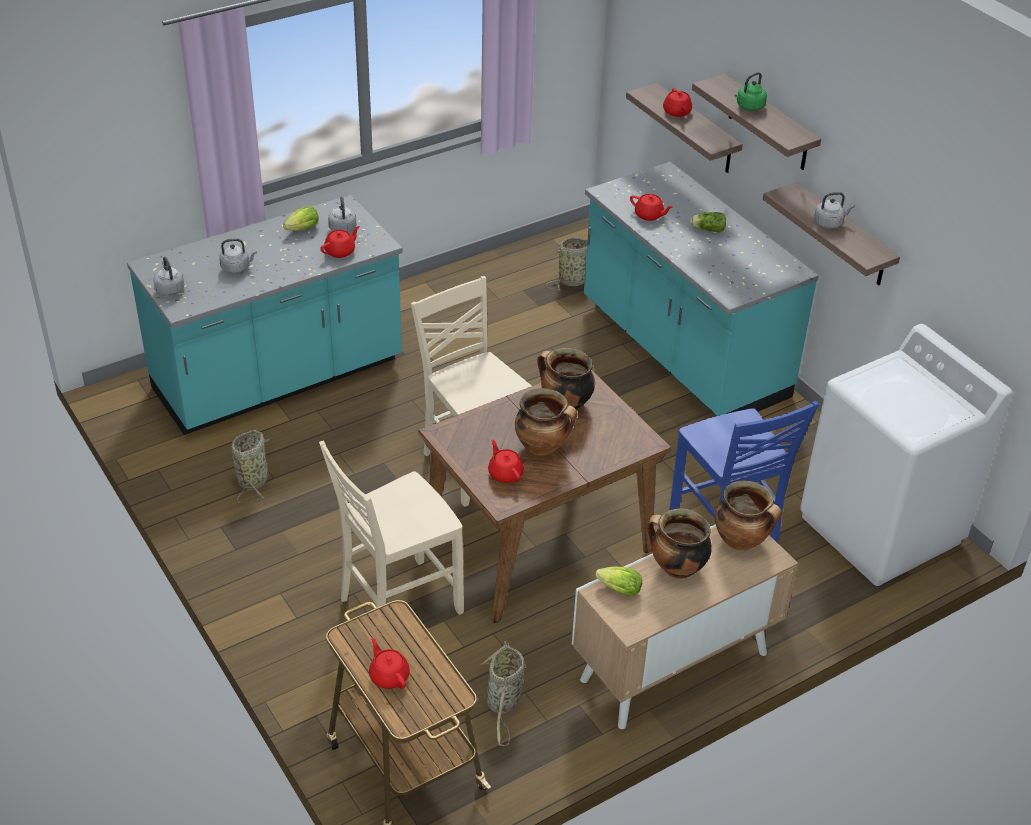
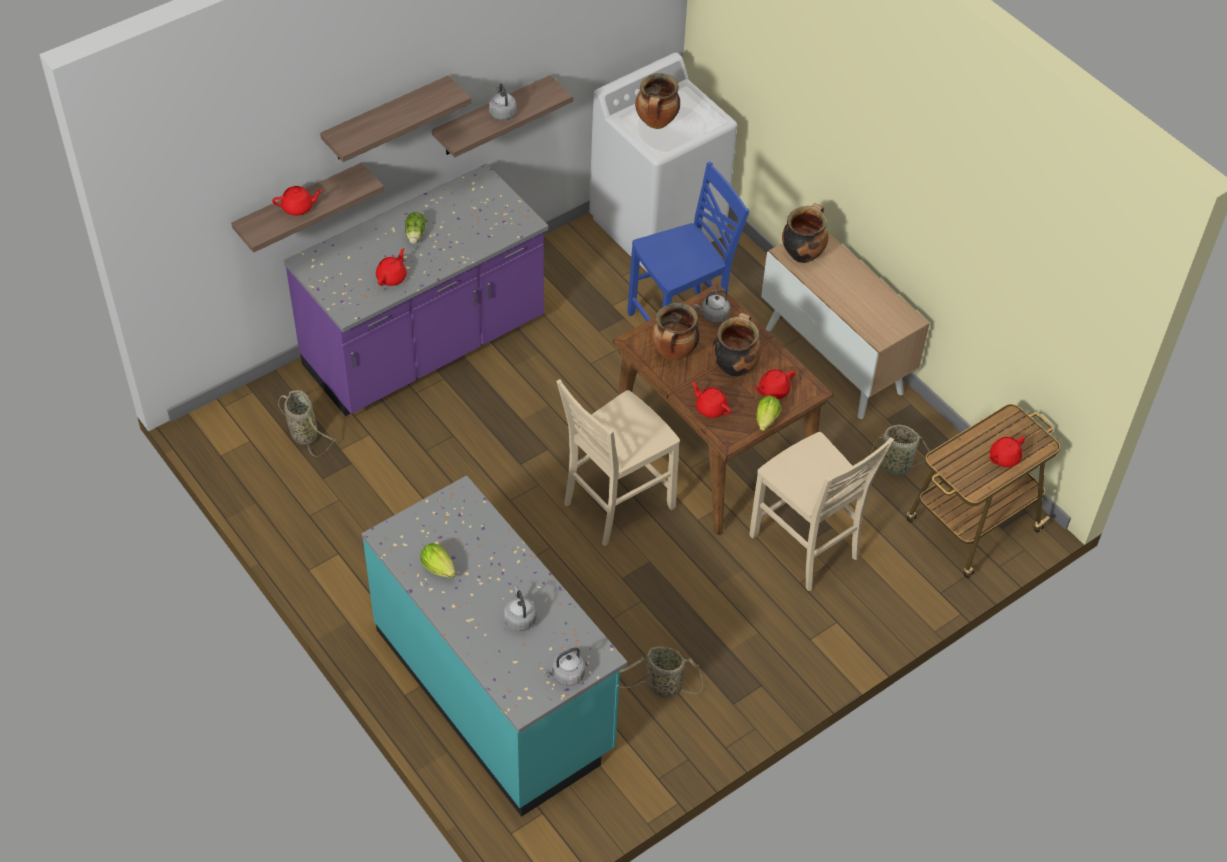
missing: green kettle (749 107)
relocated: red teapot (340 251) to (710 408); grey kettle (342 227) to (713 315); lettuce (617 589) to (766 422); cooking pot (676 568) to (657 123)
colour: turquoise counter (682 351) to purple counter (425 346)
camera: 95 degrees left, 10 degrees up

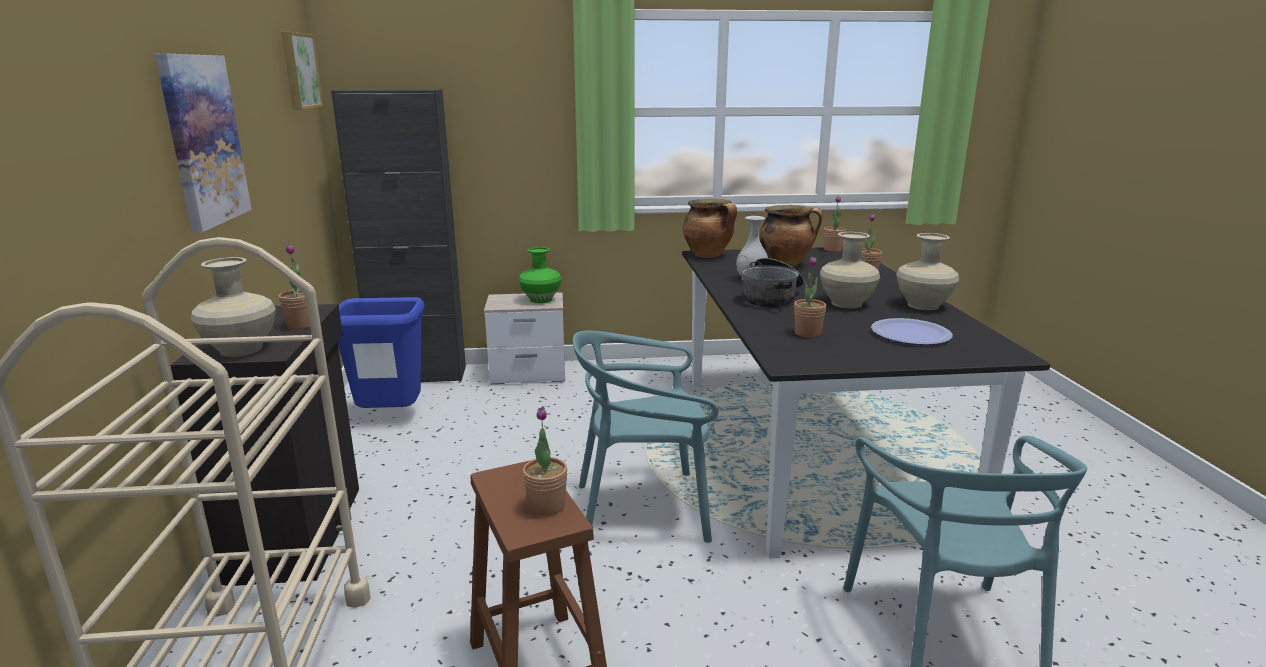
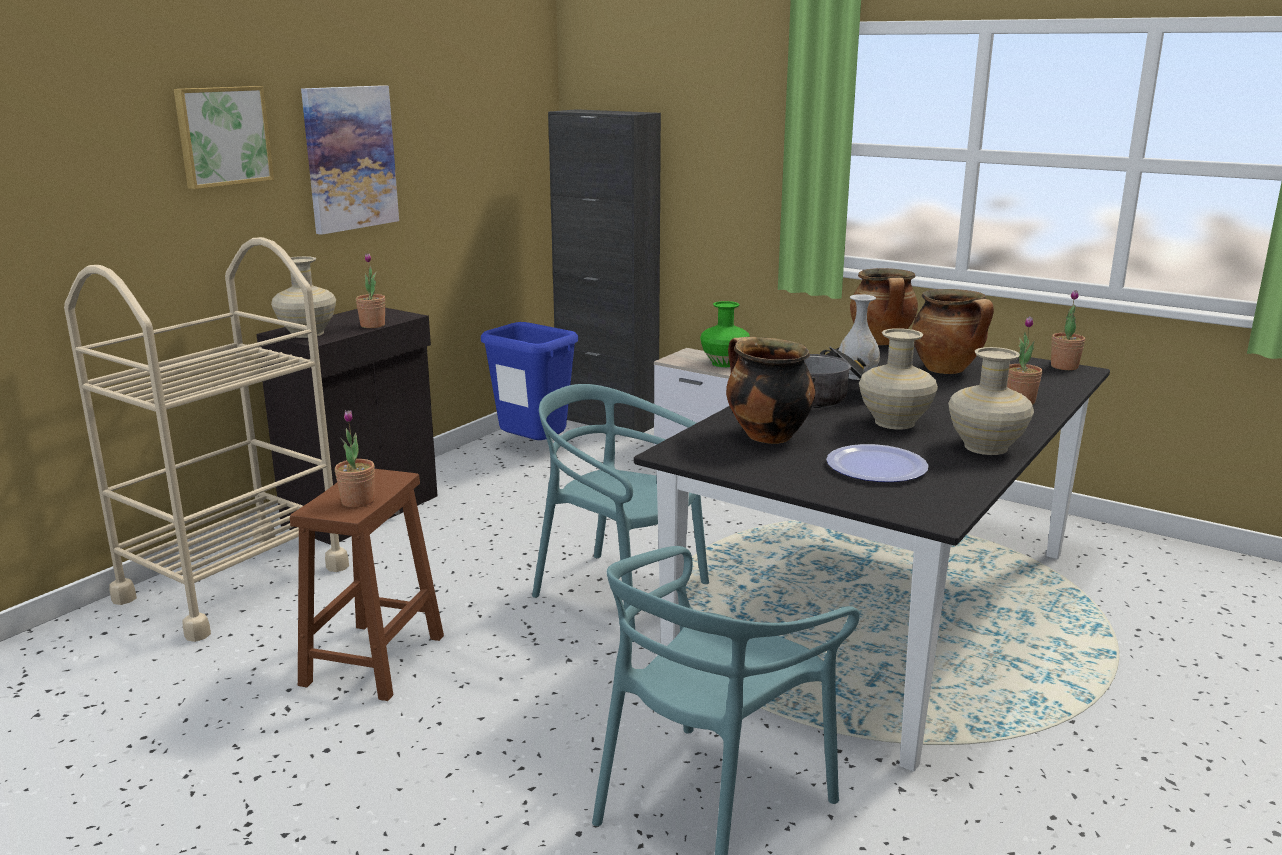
relocated: picture (298 71) to (222 136)
exchanged: potted plant (807 333) to cooking pot (766 436)
camera: 40 degrees right, 0 degrees up

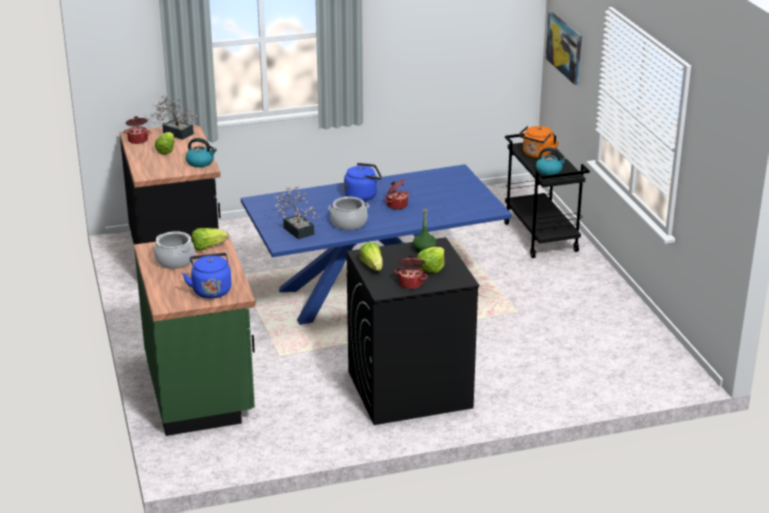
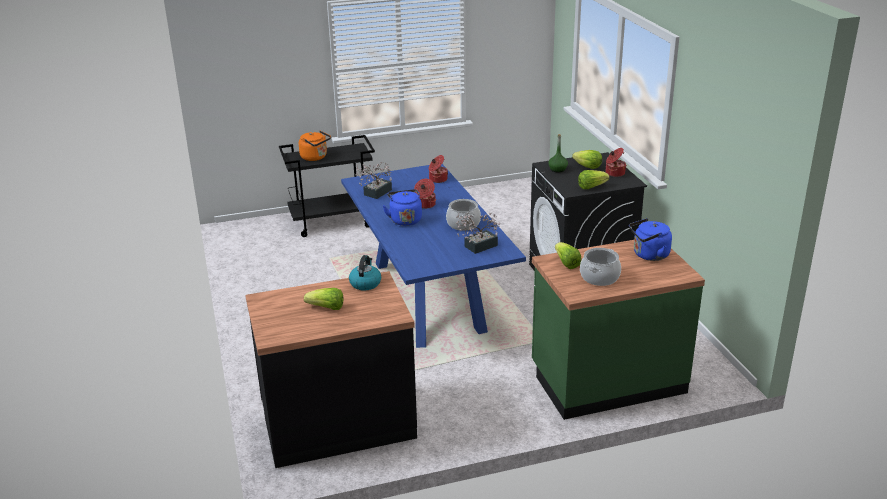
missing: kettle (549 171); picture (565 47)
relocated: cooking pot (138 140) to (437 179); potted plant (175 132) to (375 193)
camera: 90 degrees left, 0 degrees up

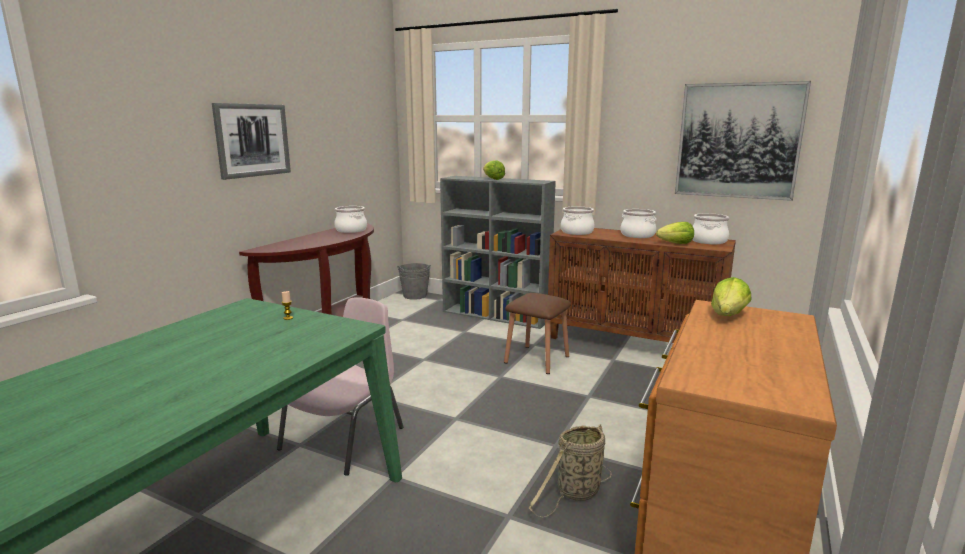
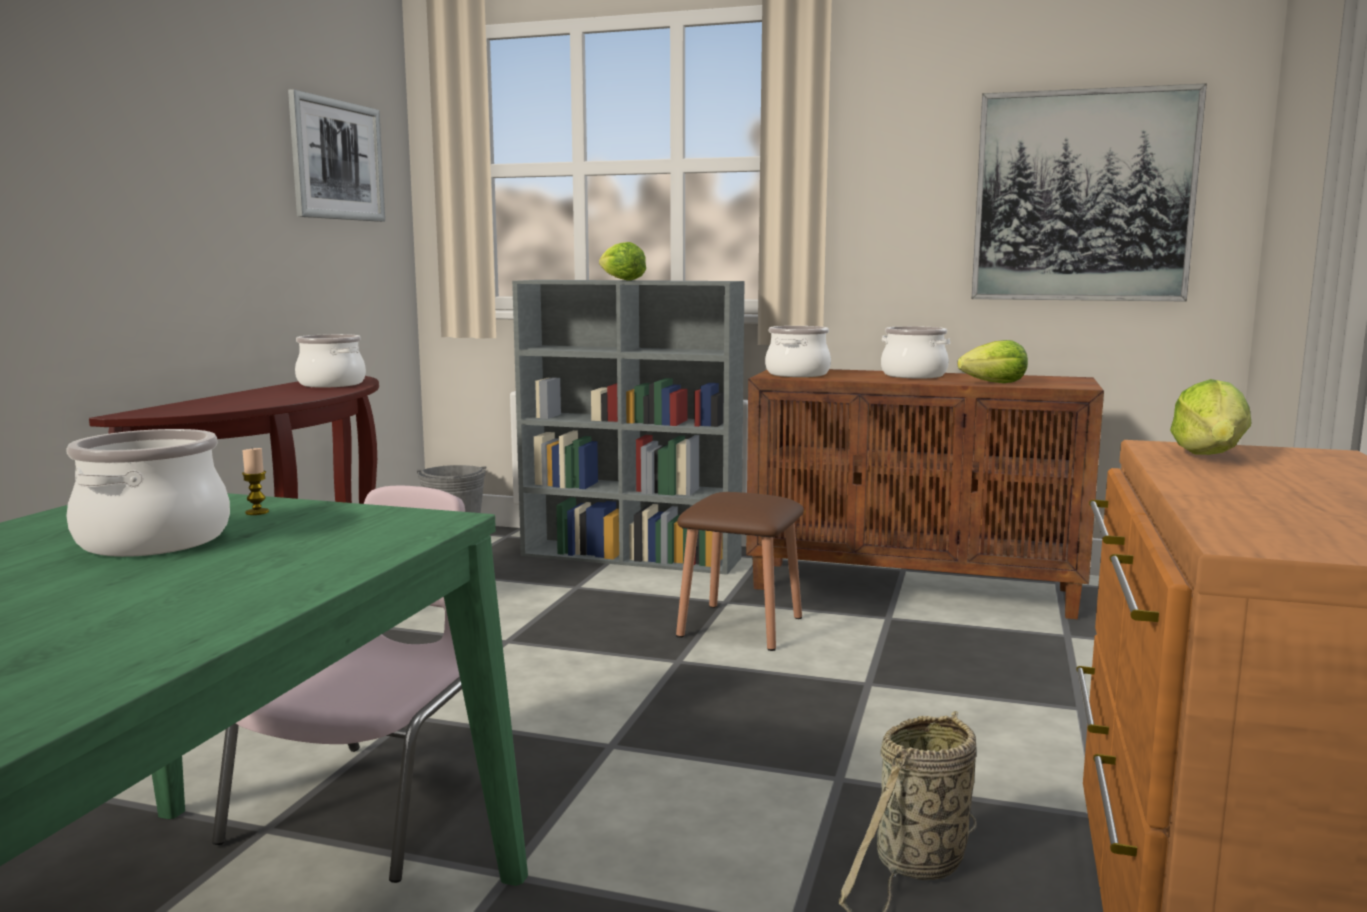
relocated: picture (252 140) to (337 160); cooking pot (709 241) to (155 540)
camera: 10 degrees left, 5 degrees down

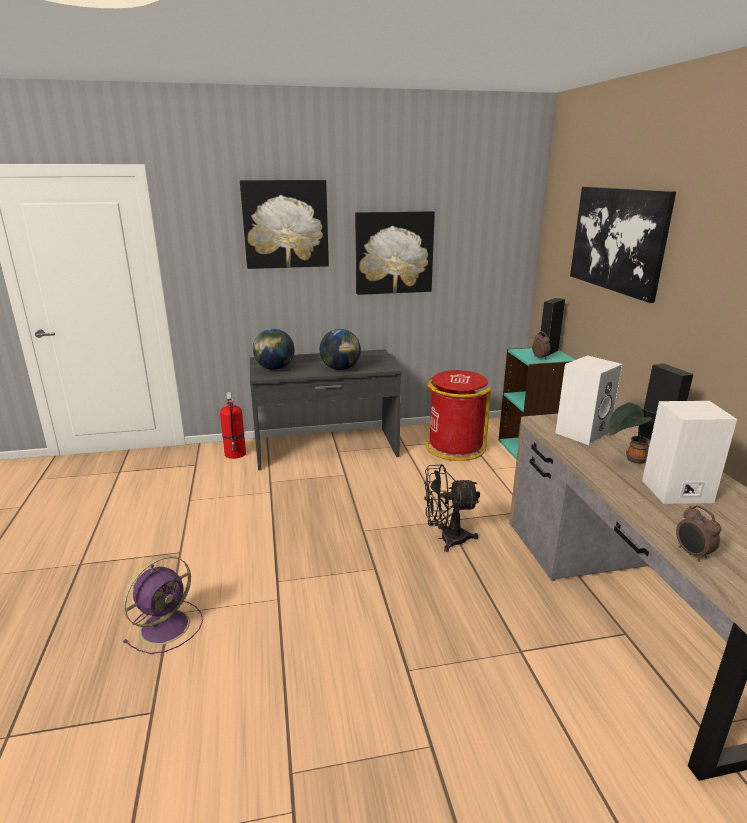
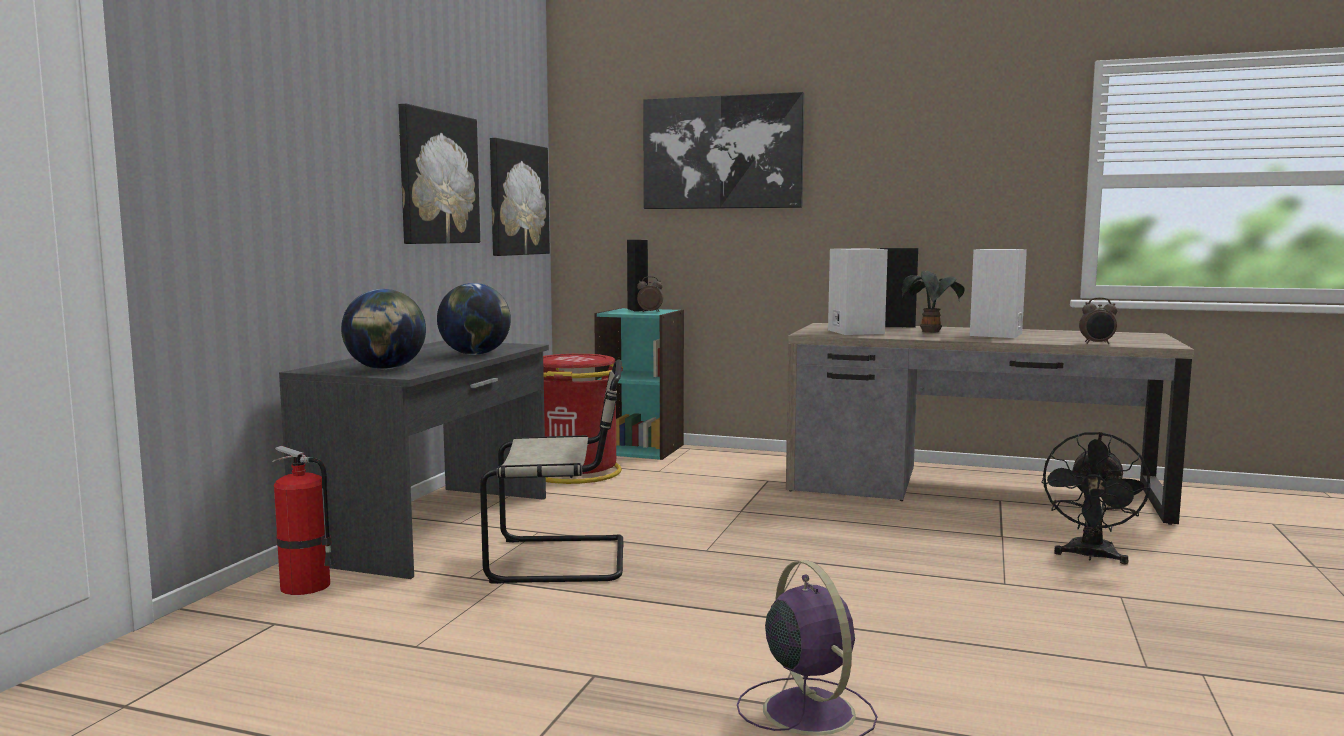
appeared: beige chair (564 560)
relocated: picture (285 224) to (517 199); black fan (446 538) to (1090 556)
camera: 60 degrees left, 15 degrees down

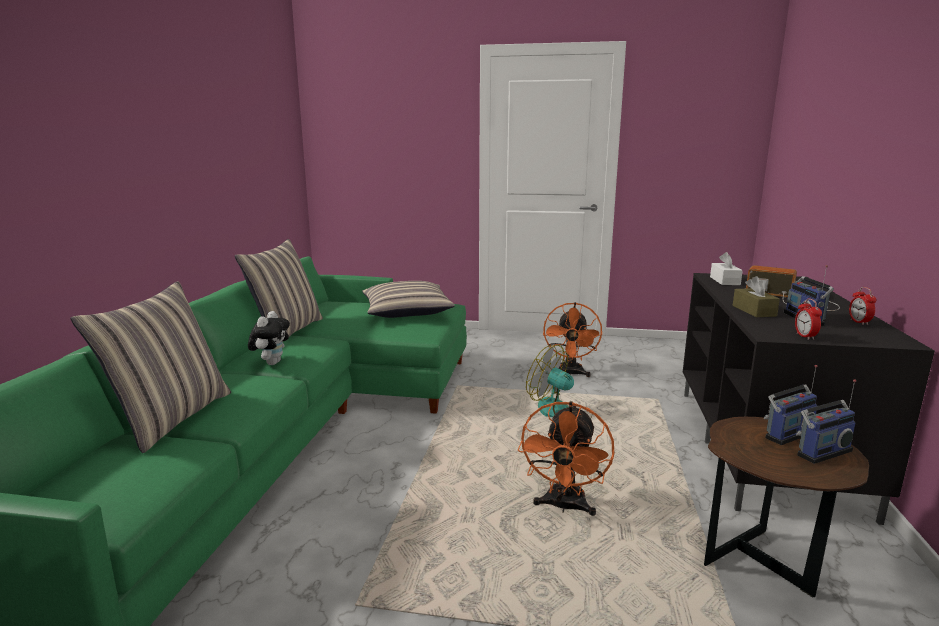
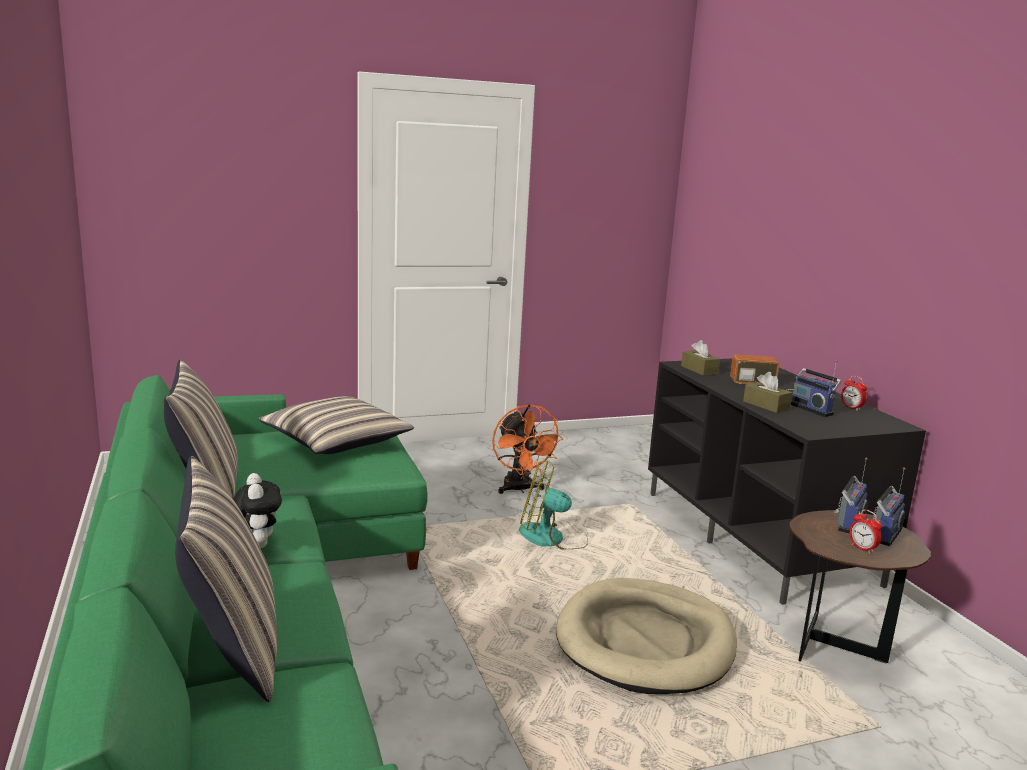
relocated: alarm clock (805 336) to (862 548)
exchanged: orange fan (564 507) to beige dog bed (645 641)
colour: white tissue box (724 281) to brown tissue box (699 370)
camera: 30 degrees left, 0 degrees up

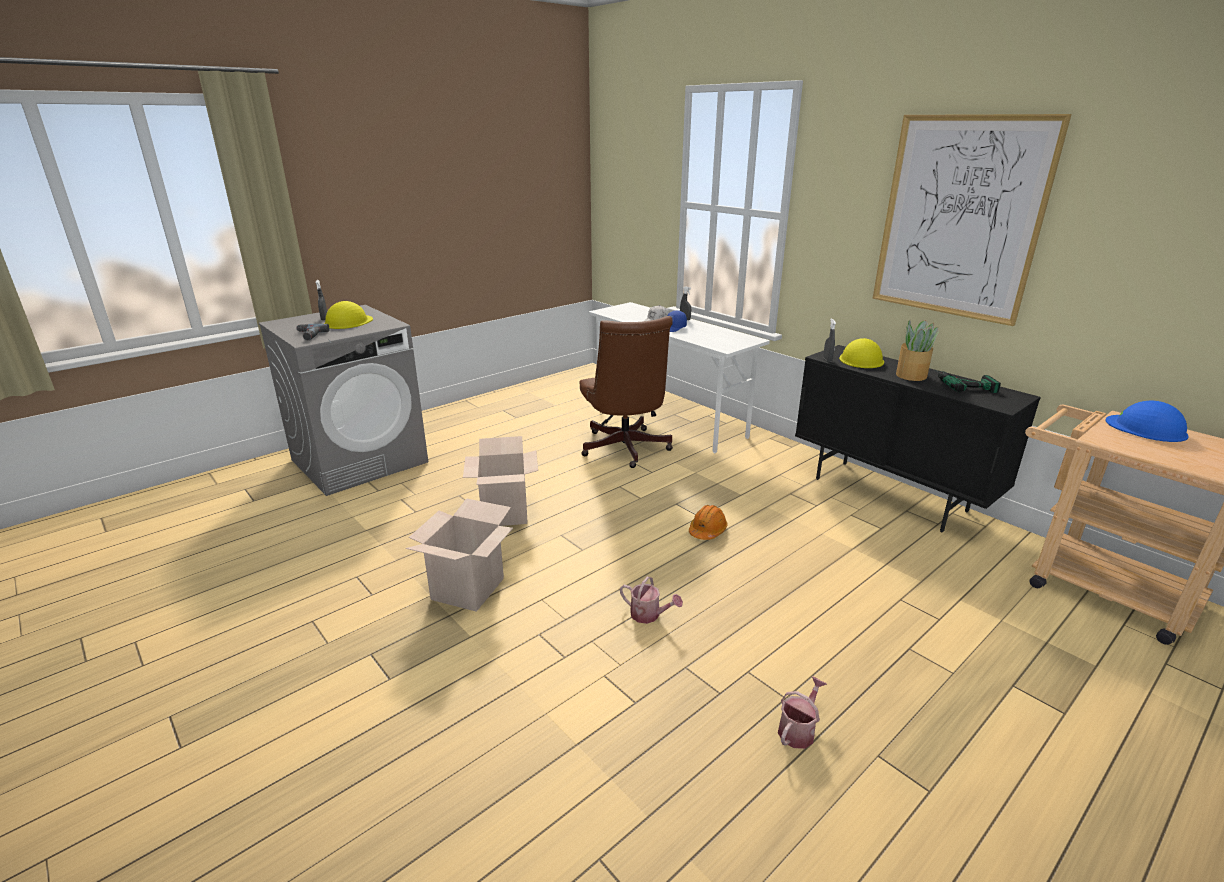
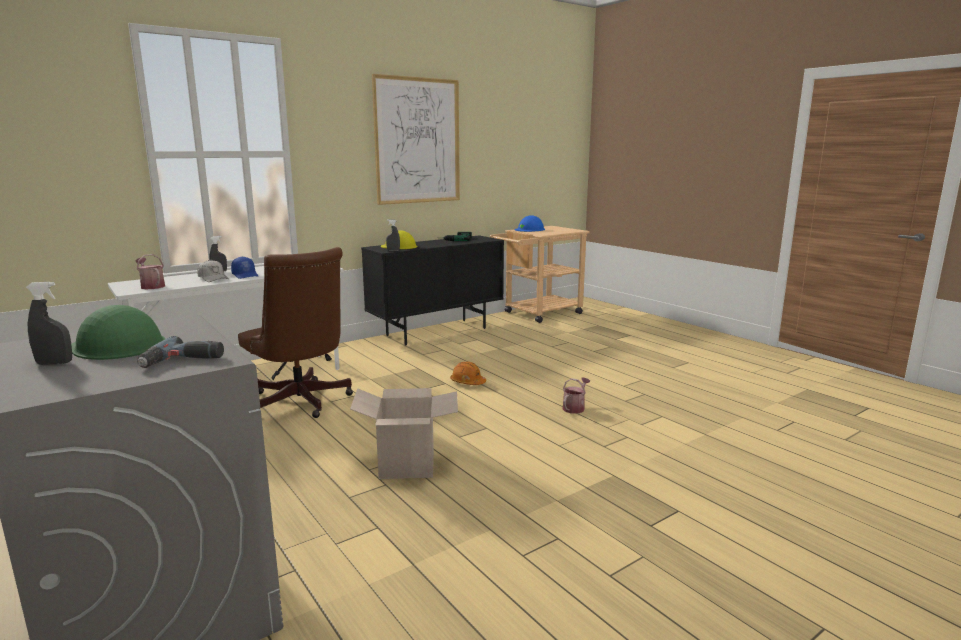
missing: cardboard box (468 589); potted plant (911 375)
relocated: watering can (798 729) to (151 286)
colour: yellow hard hat (348 322) to green hard hat (118 345)
spun: brown office chair (625 450) = (301 403) 60 degrees clockwise
camera: 85 degrees left, 10 degrees down

